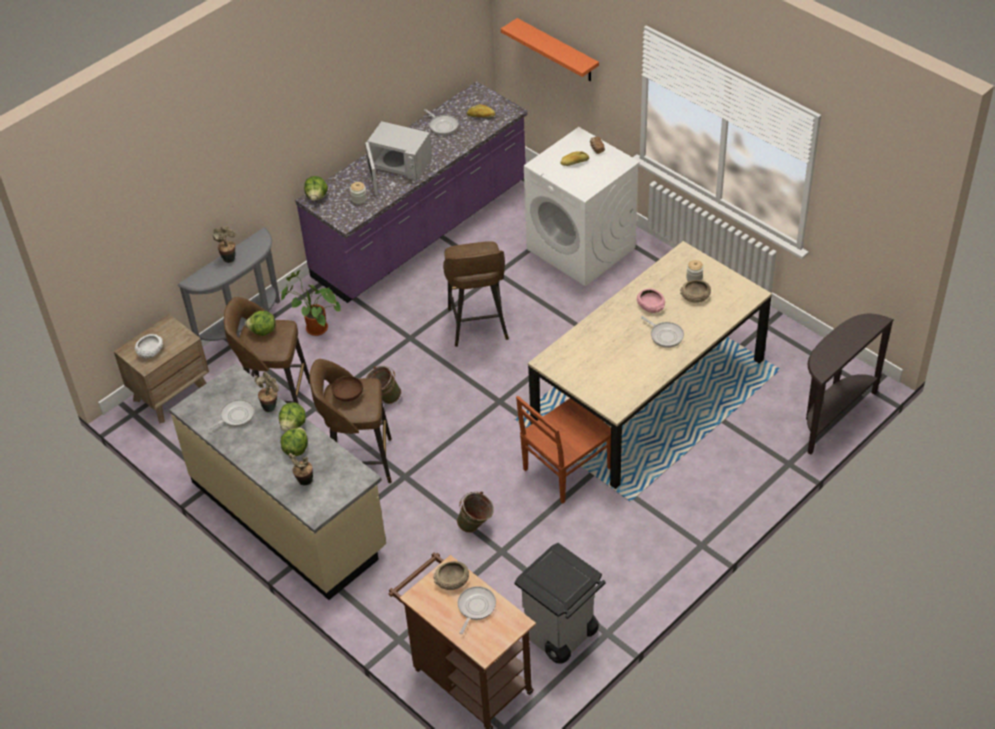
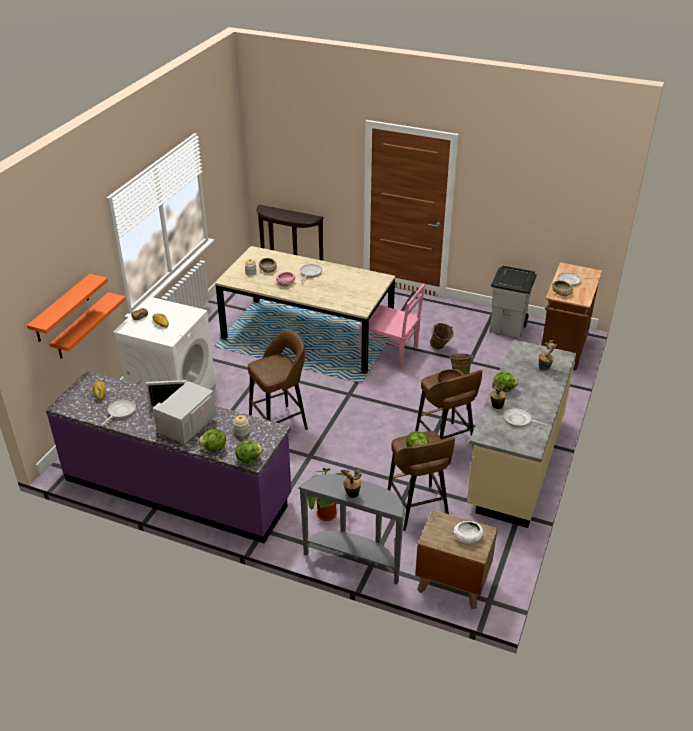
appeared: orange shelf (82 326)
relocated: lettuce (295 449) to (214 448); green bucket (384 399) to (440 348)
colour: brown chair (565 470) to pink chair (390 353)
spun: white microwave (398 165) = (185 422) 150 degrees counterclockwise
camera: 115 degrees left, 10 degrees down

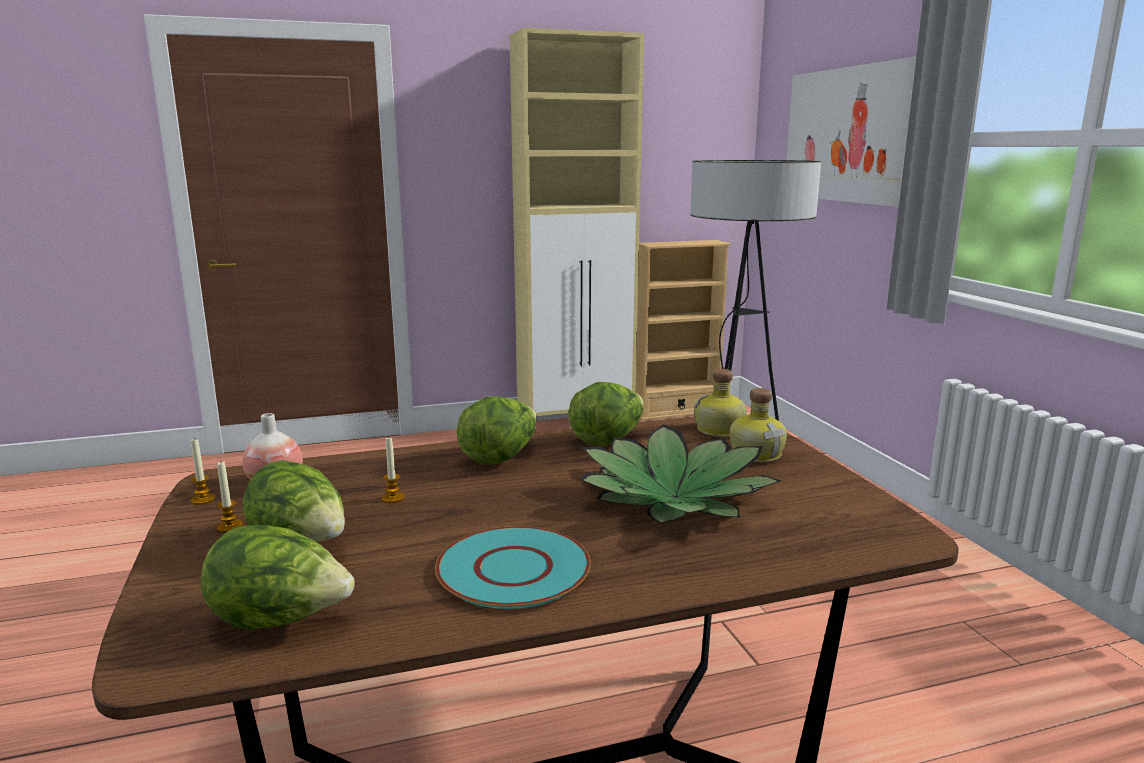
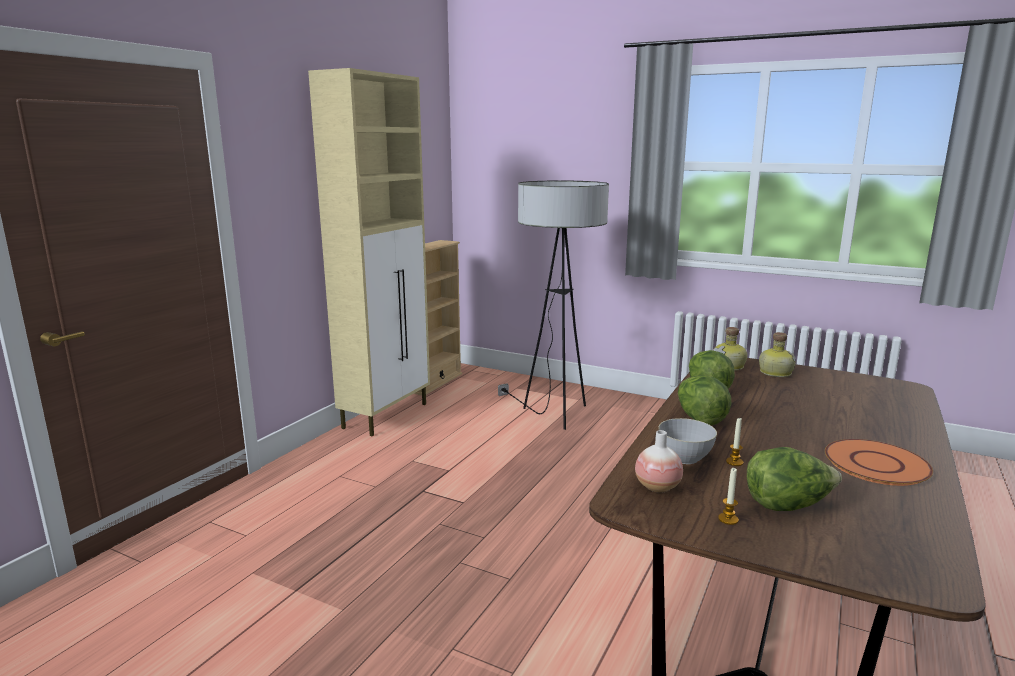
missing: candle (203 499); lettuce (281 621); potted plant (674 497); picture (847 135)
appeared: grey bowl (685 458)
colour: turquoise plate (514 569) to orange plate (876 463)
camera: 45 degrees left, 0 degrees up

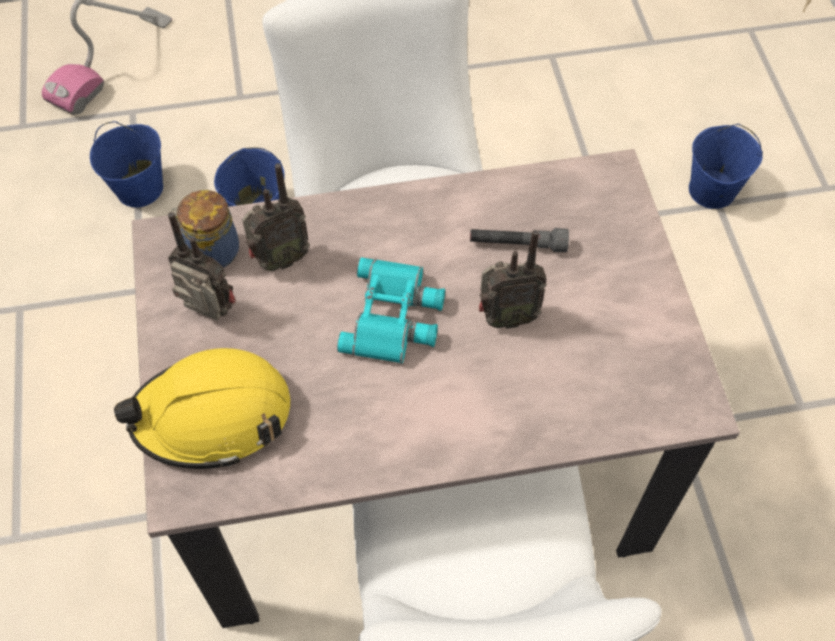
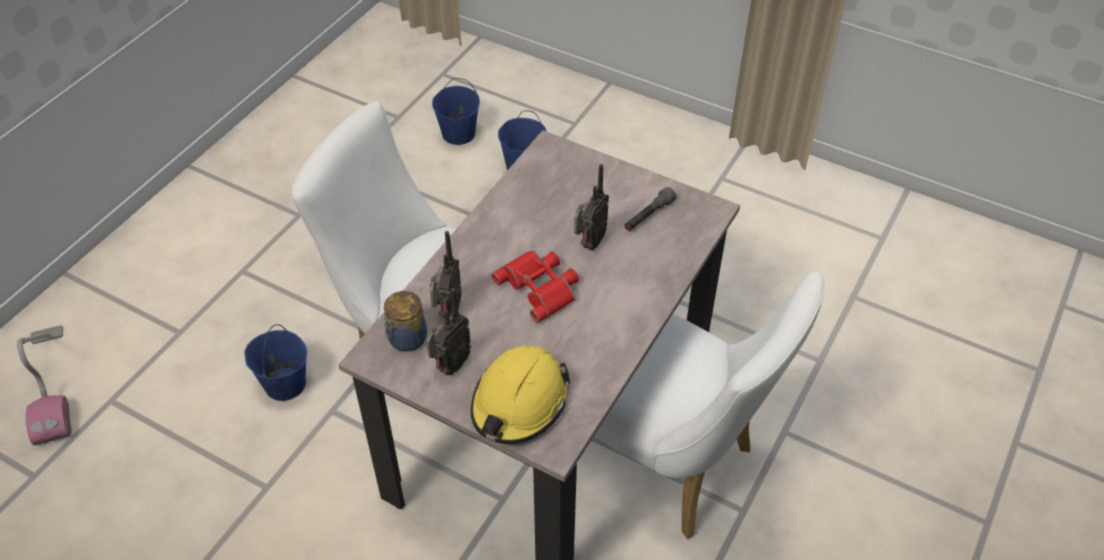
relocated: blue bucket (140 188) to (458 133); grey flashlight (517 245) to (648 216)
colour: turquoise binoculars (395 317) to red binoculars (540 287)
spun: radio (209 315) = (450 366) 150 degrees clockwise
camera: 50 degrees left, 10 degrees down

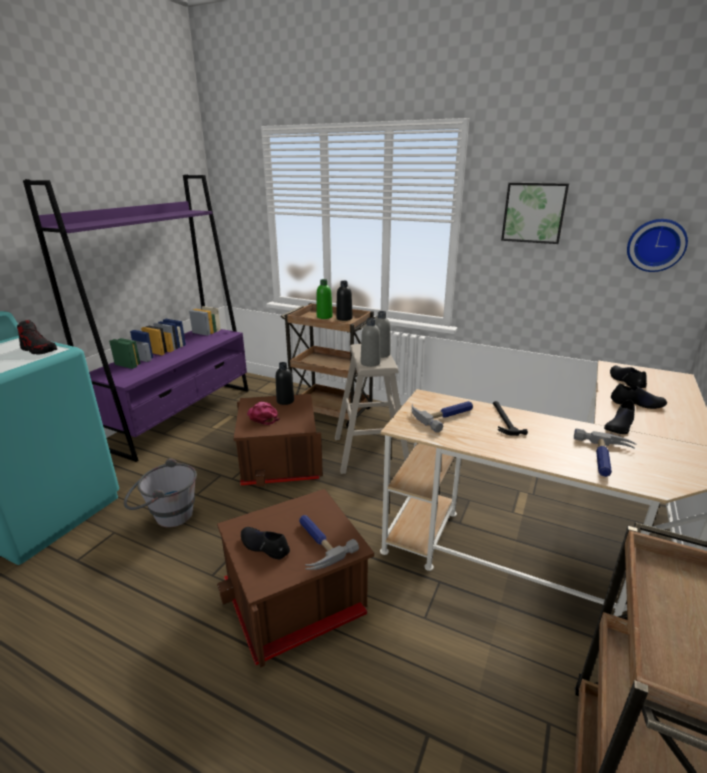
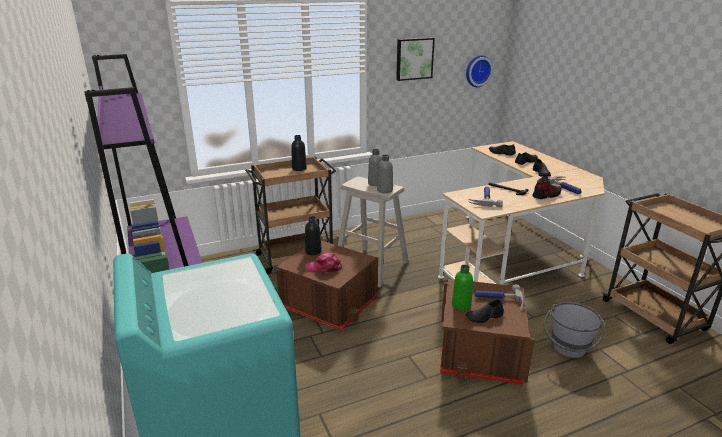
relocated: shoe (39 350) to (546 195); grey bucket (166 516) to (568 352); green bottle (324 317) to (461 305)
camera: 50 degrees left, 0 degrees up

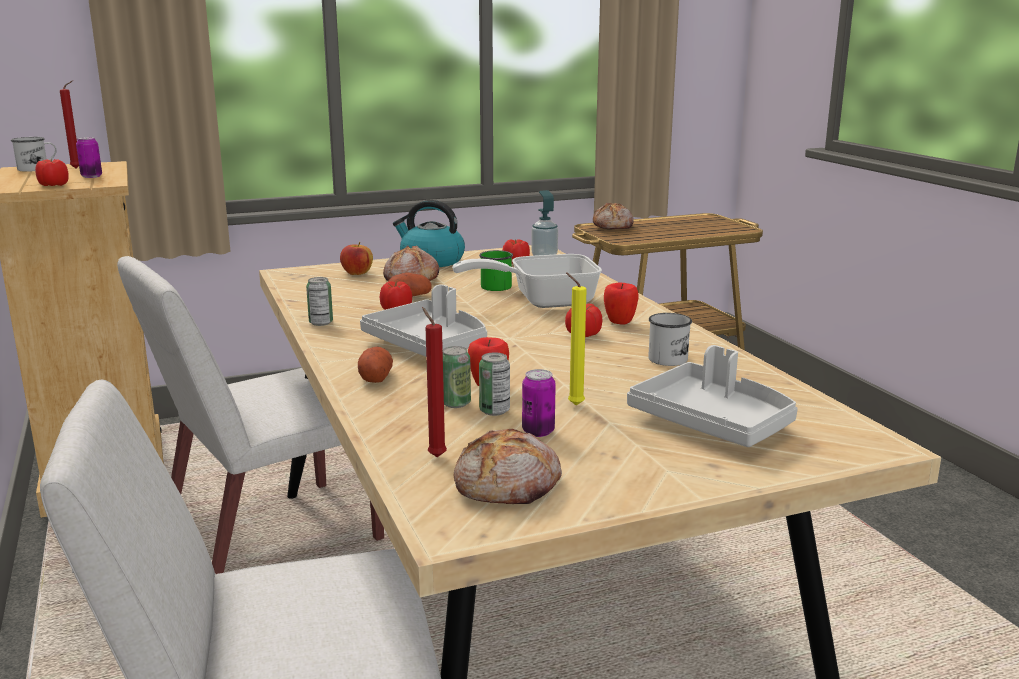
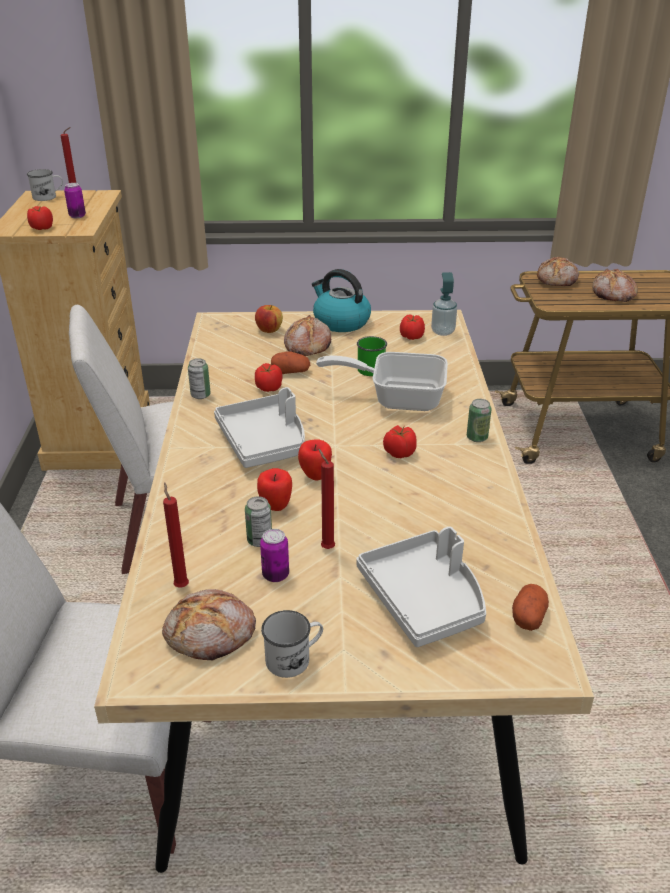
appeared: bread (613 294)
relocated: potato (375 377) to (528 616); can (455 403) to (477 437); apple (619 323) to (315 477); white mug (671 357) to (294 658)
colour: yellow candle (573 404) to red candle (326 547)
camera: 20 degrees right, 15 degrees up

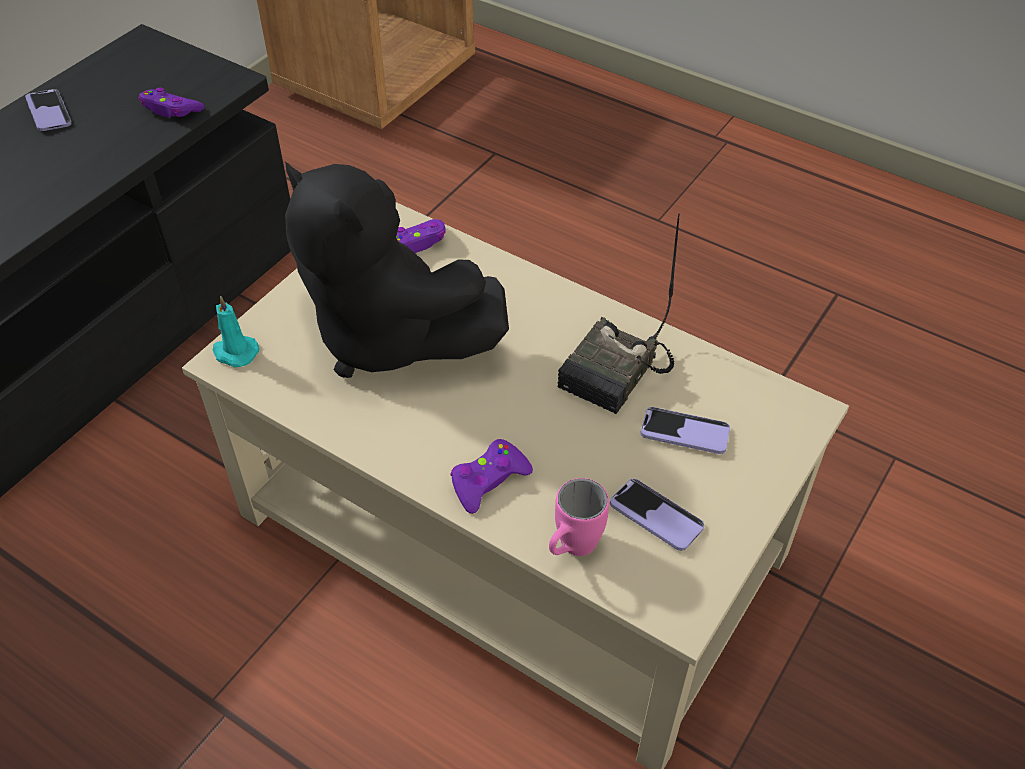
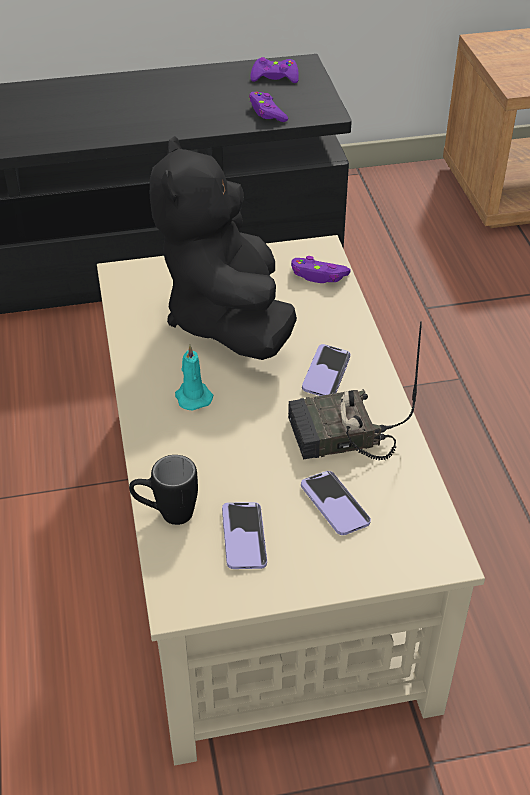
relocated: phone (49 112) to (326 373); turquoise candle (234 352) to (192 396); purple game controller (488 481) to (274 77)
colour: pink mug (571 550) to black mug (166 514)
camera: 45 degrees right, 5 degrees down

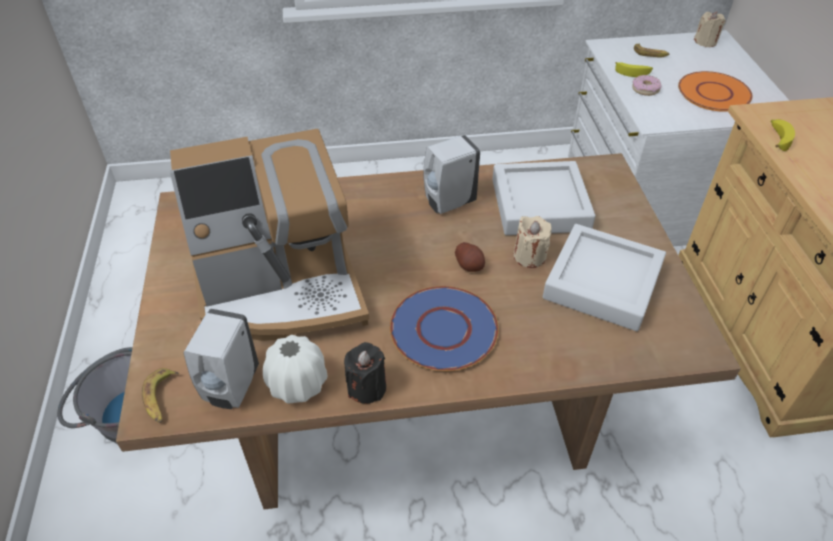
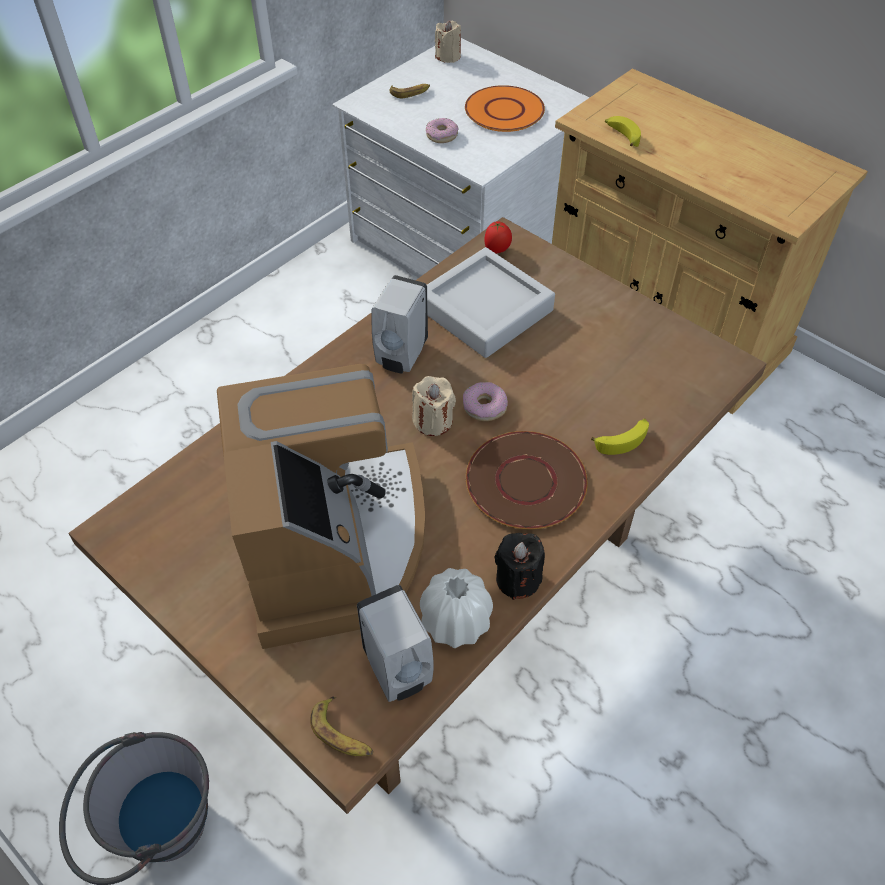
missing: grey tray (602 283)
appeared: tomato (497 250)
relocated: beige candle (529 256) to (433 421); banana (633 72) to (622 439)
exchanged: potato (469 265) to donut (484 406)
colour: blue plate (443 330) to brown plate (526 482)
spun: coffee machine (281 288) = (335 545) 45 degrees counterclockwise
camera: 40 degrees left, 5 degrees up

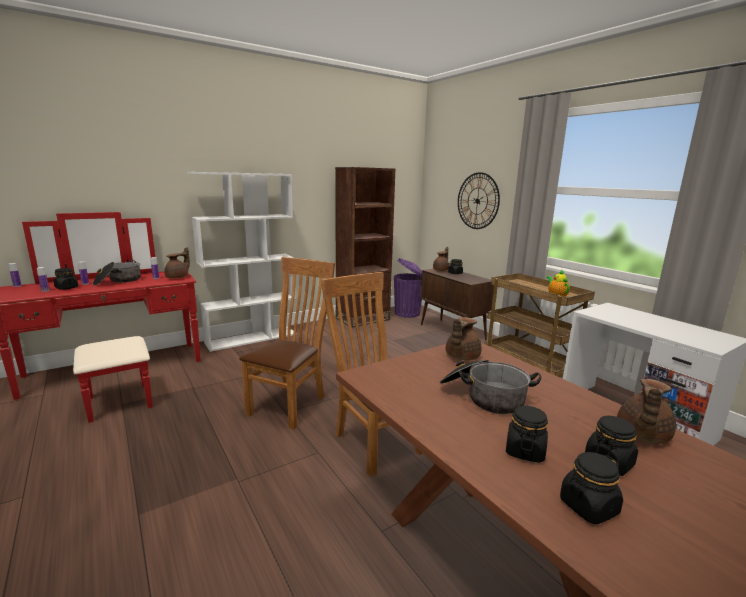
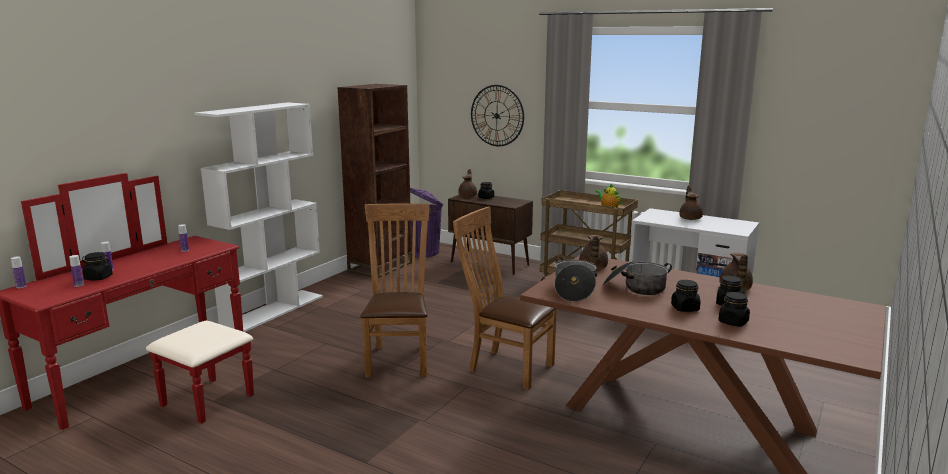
relocated: cooking pot (118 281) to (574 290); brown teapot (178 277) to (690 218)
camera: 25 degrees left, 0 degrees up

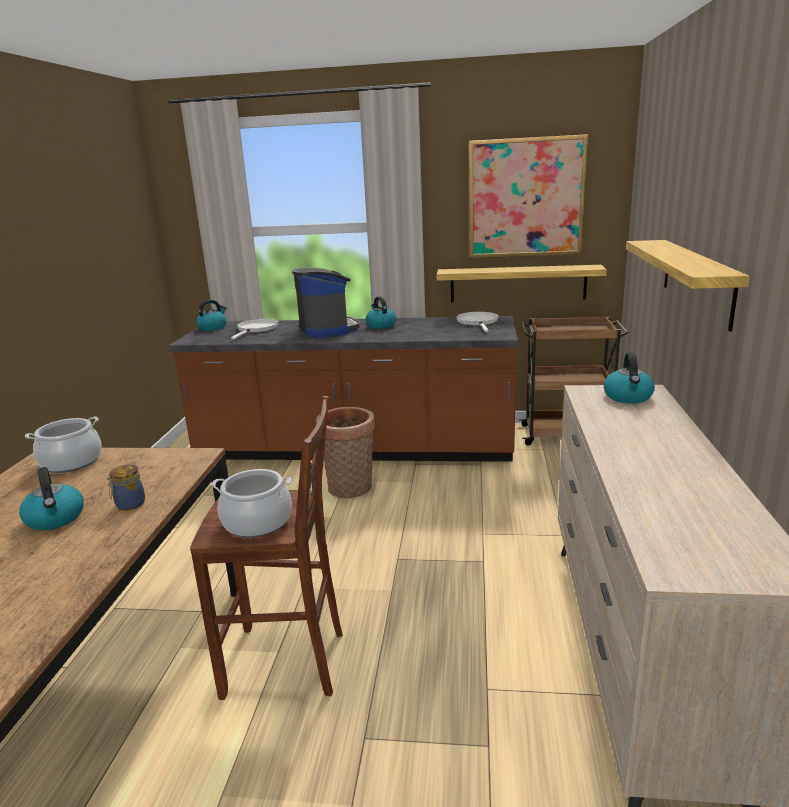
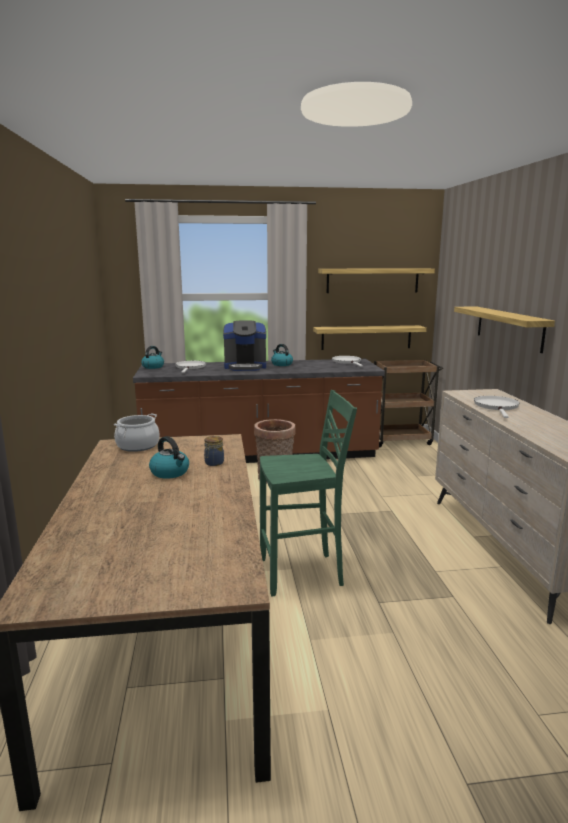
missing: cooking pot (257 522); kettle (628 397)
appeared: white frying pan (496 407)
exchanged: picture (525 198) to shelf (372 280)
colour: brown stool (288 663) to green stool (303 573)
spun: coffee machine (327 329) = (245 367) 120 degrees clockwise
camera: 15 degrees left, 5 degrees down

